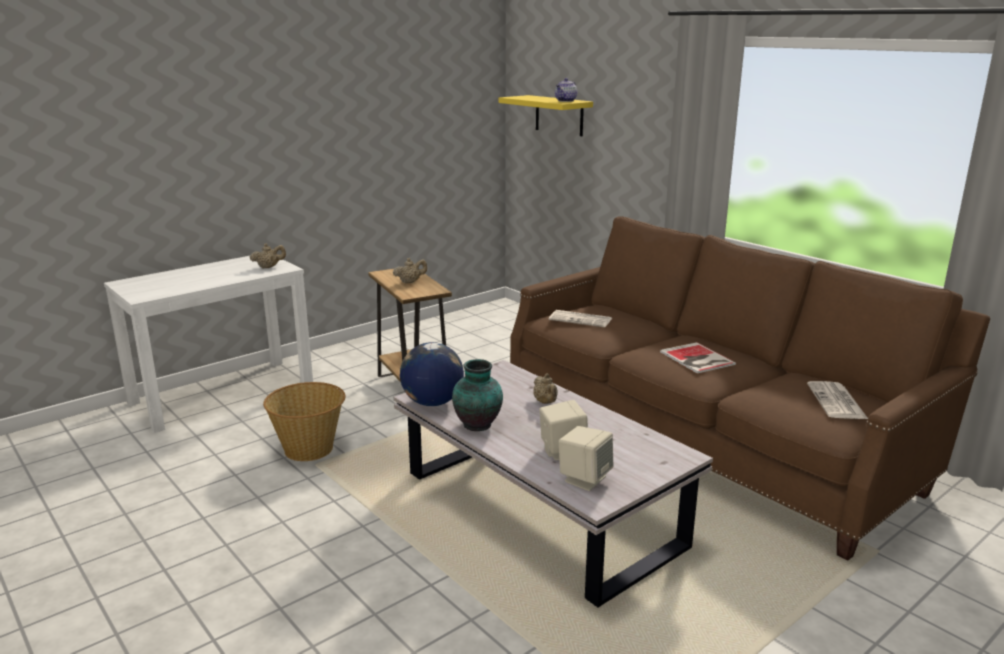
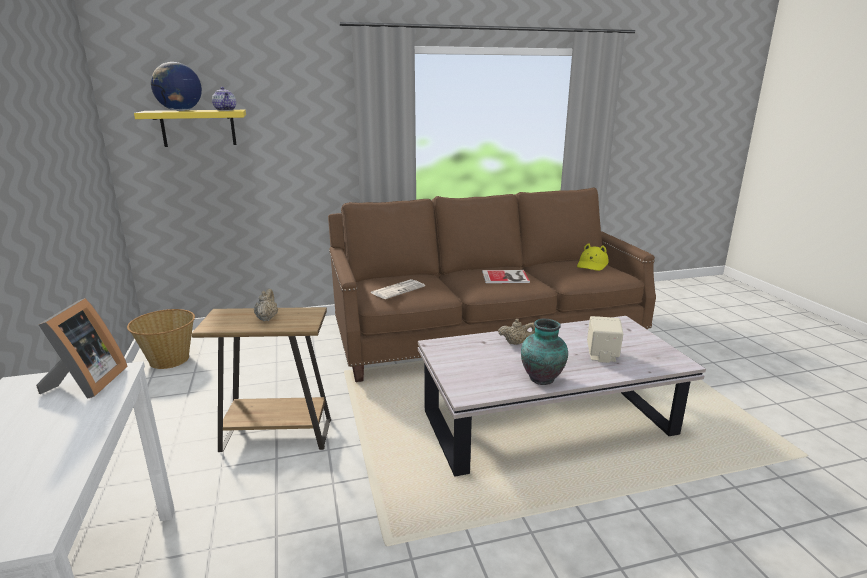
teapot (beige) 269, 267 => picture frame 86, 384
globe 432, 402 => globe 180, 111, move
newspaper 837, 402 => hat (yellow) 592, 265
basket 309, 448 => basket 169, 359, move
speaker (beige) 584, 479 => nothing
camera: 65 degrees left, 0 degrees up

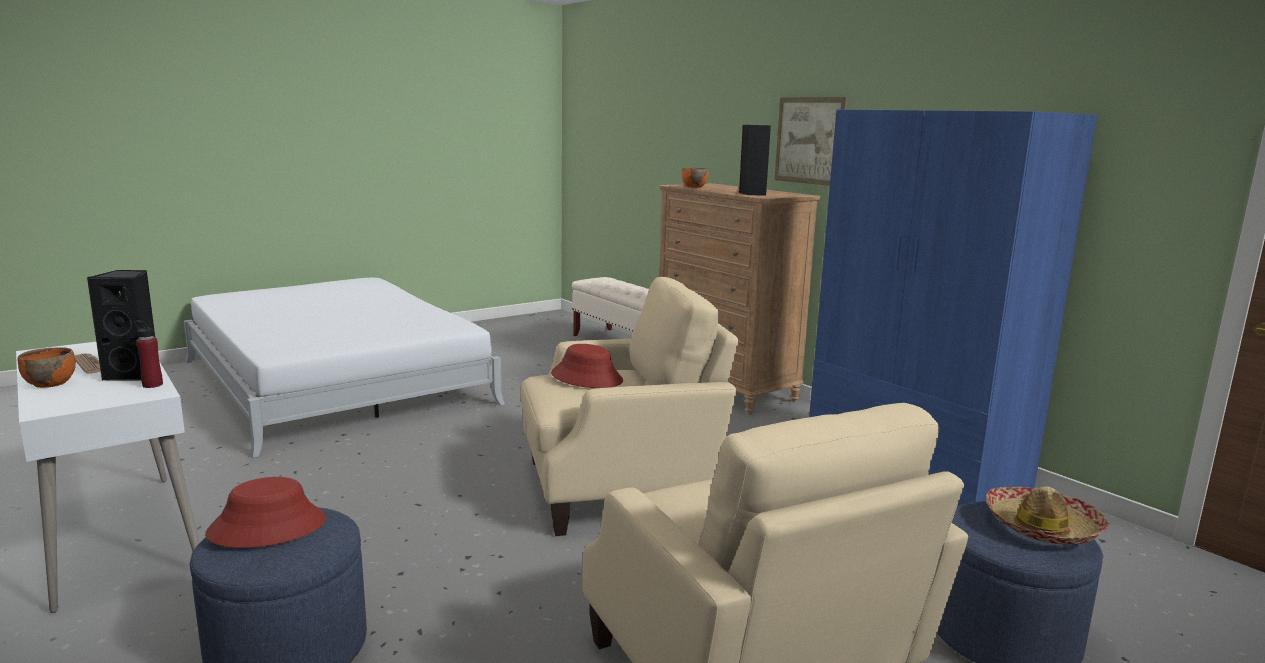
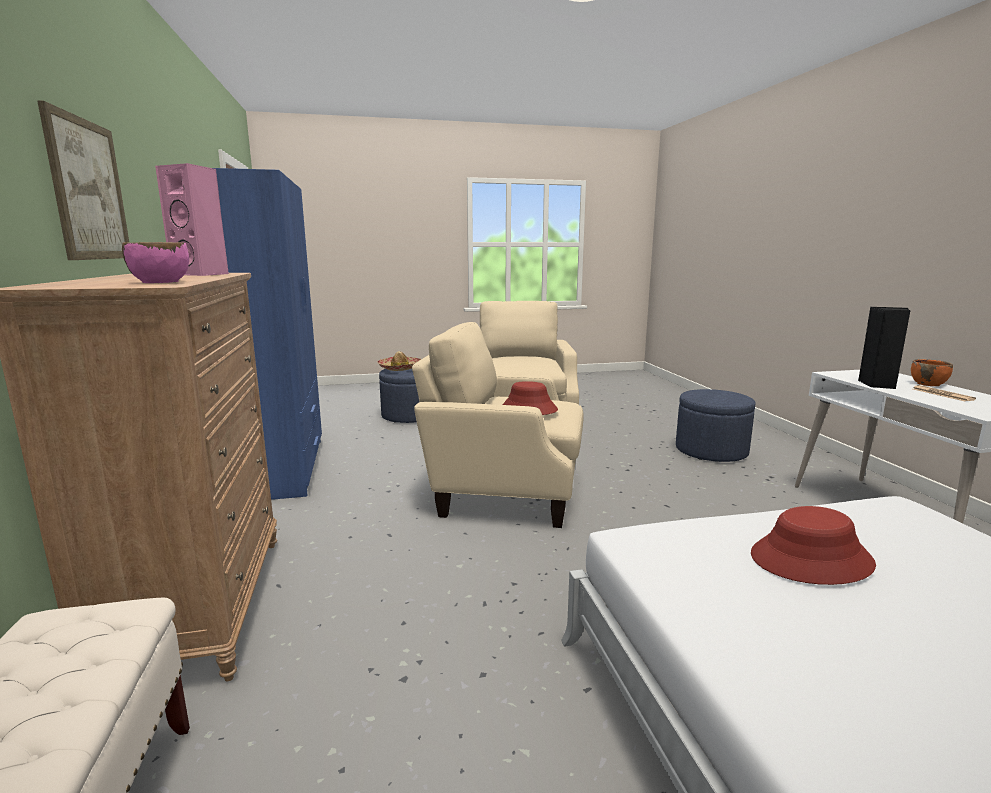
speaker (black) 754, 194 => speaker (pink) 202, 274
bowl (orange) 694, 187 => bowl (pink) 161, 282
bottle (red) 152, 385 => nothing
hat (red) 267, 527 => hat (red) 811, 560, move
camera: 155 degrees left, 0 degrees up

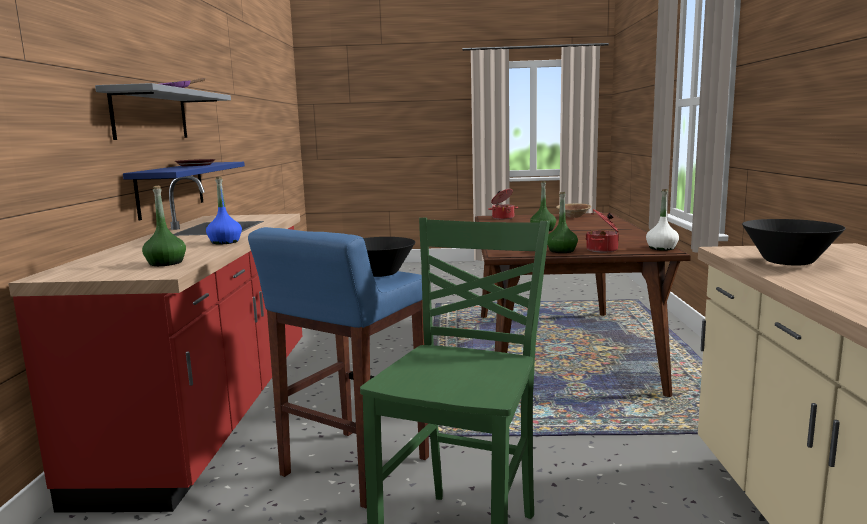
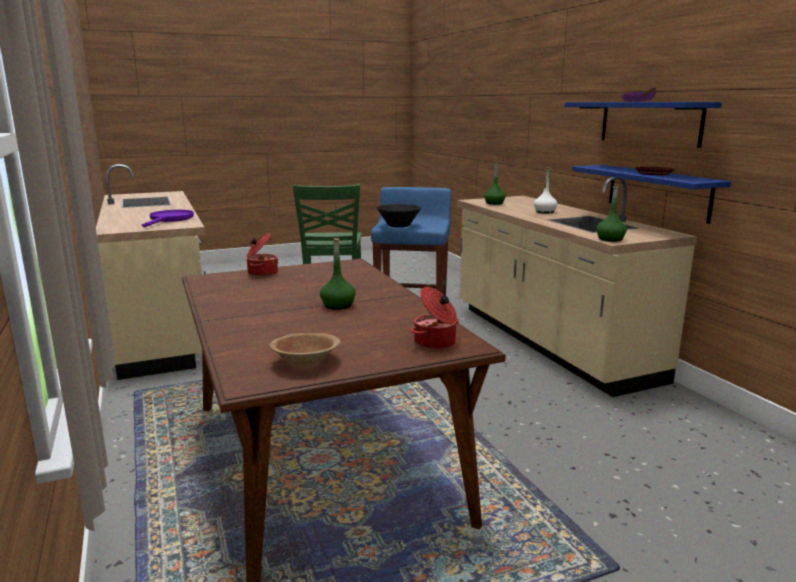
shelf (grey) 151, 115 => shelf (blue) 649, 123
counter (red) 214, 412 => counter (beige) 548, 342
bottle (blue) 225, 242 => nothing
bottle (white) 661, 248 => bottle (white) 545, 212, move
bottle (green) 561, 251 => bottle (green) 610, 239, move
bowl (black) 788, 262 => frying pan (purple) 169, 220
camera: 155 degrees right, 5 degrees up

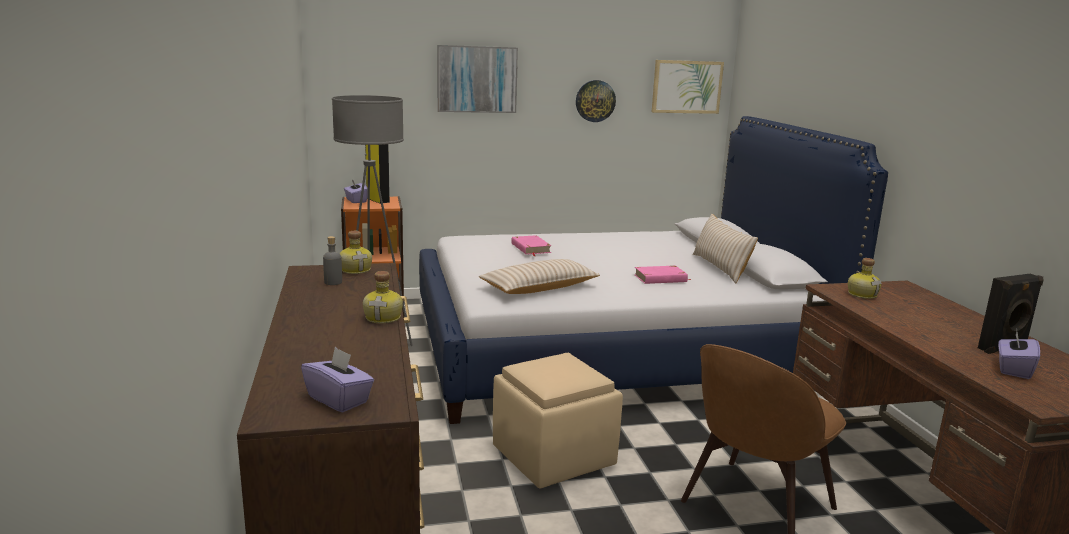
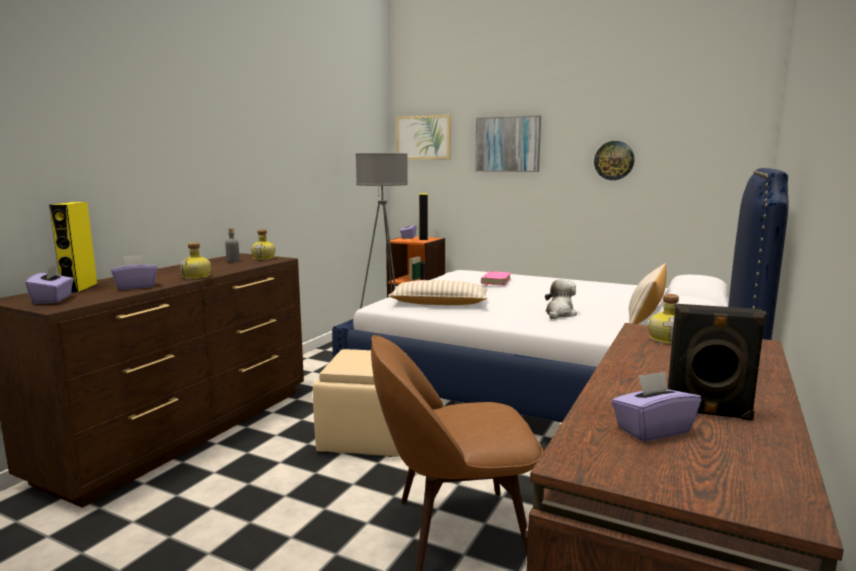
picture 686, 87 => picture 423, 137, move
book (pink) 660, 278 => plush toy 559, 314
nothing => speaker (yellow) 79, 288
nothing => tissue box (purple) 136, 286
camera: 40 degrees right, 5 degrees down

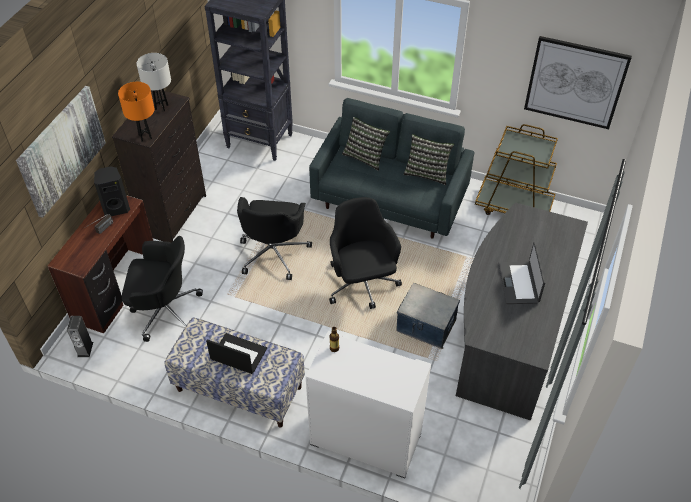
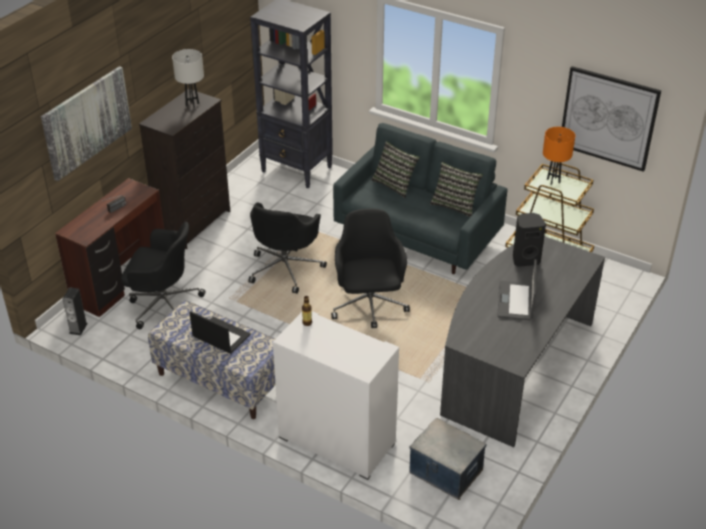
table lamp (orange) 145, 137 => table lamp (orange) 553, 181, move
speaker (black) 116, 208 => speaker (black) 525, 259, move
storage box 426, 326 => storage box 445, 472, move
camera: 10 degrees right, 10 degrees down

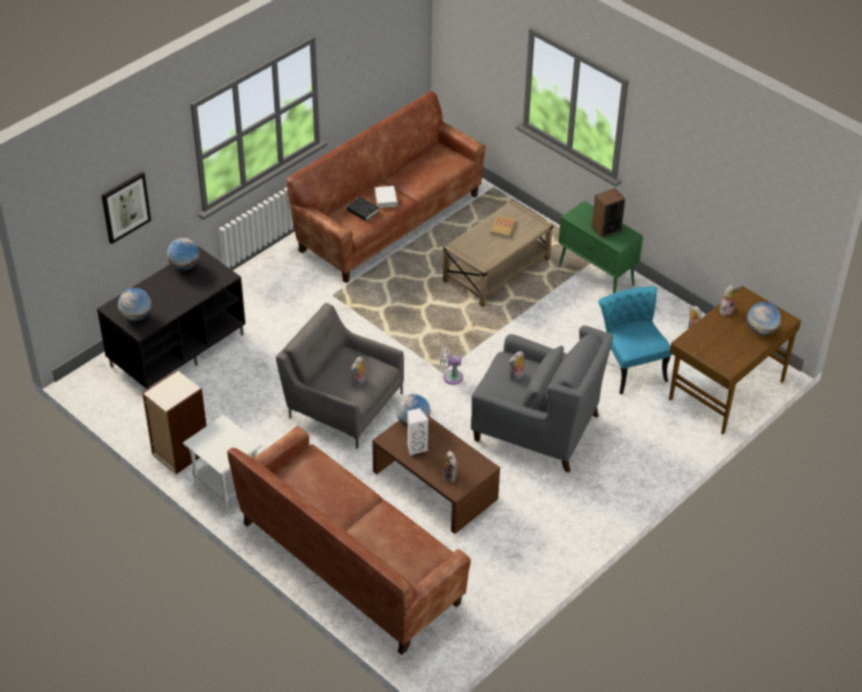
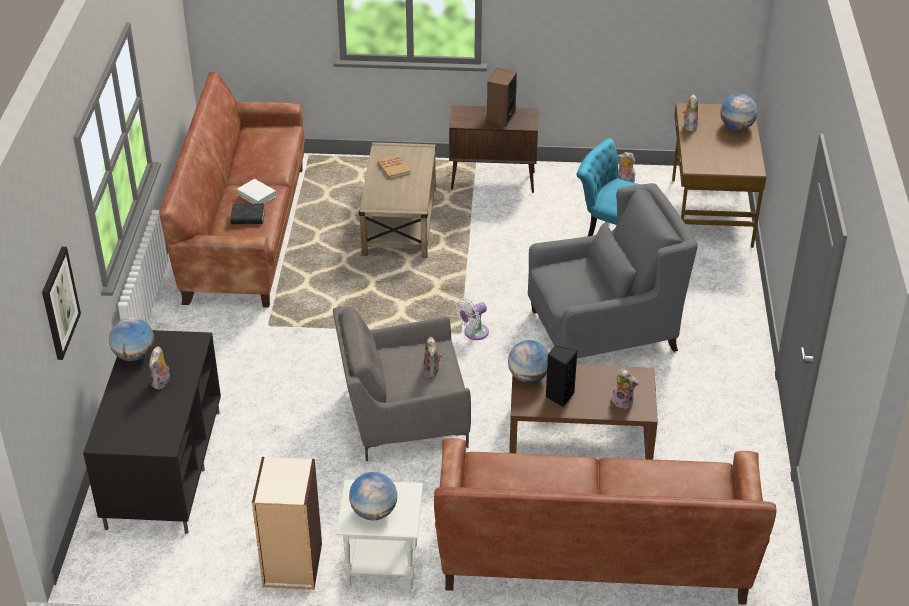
cabinet (green) 596, 276 => cabinet (brown) 493, 181
globe 136, 316 => globe 374, 512, move
plush toy 516, 376 => plush toy 162, 383, move
speaker (white) 416, 447 => speaker (black) 559, 396
camera: 40 degrees left, 5 degrees down

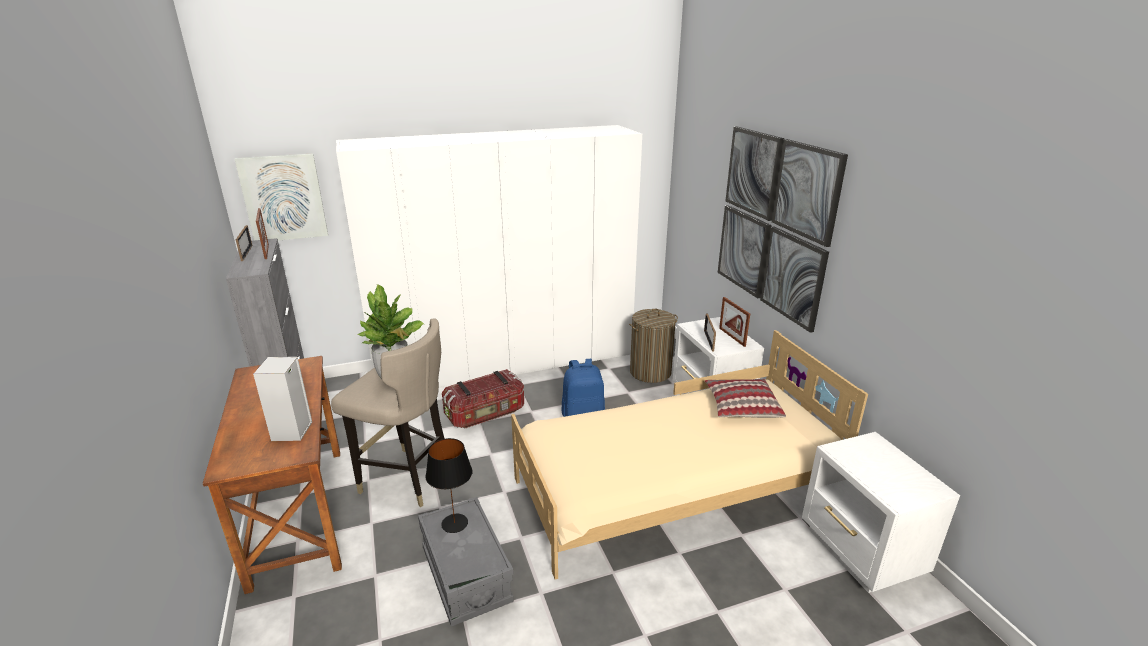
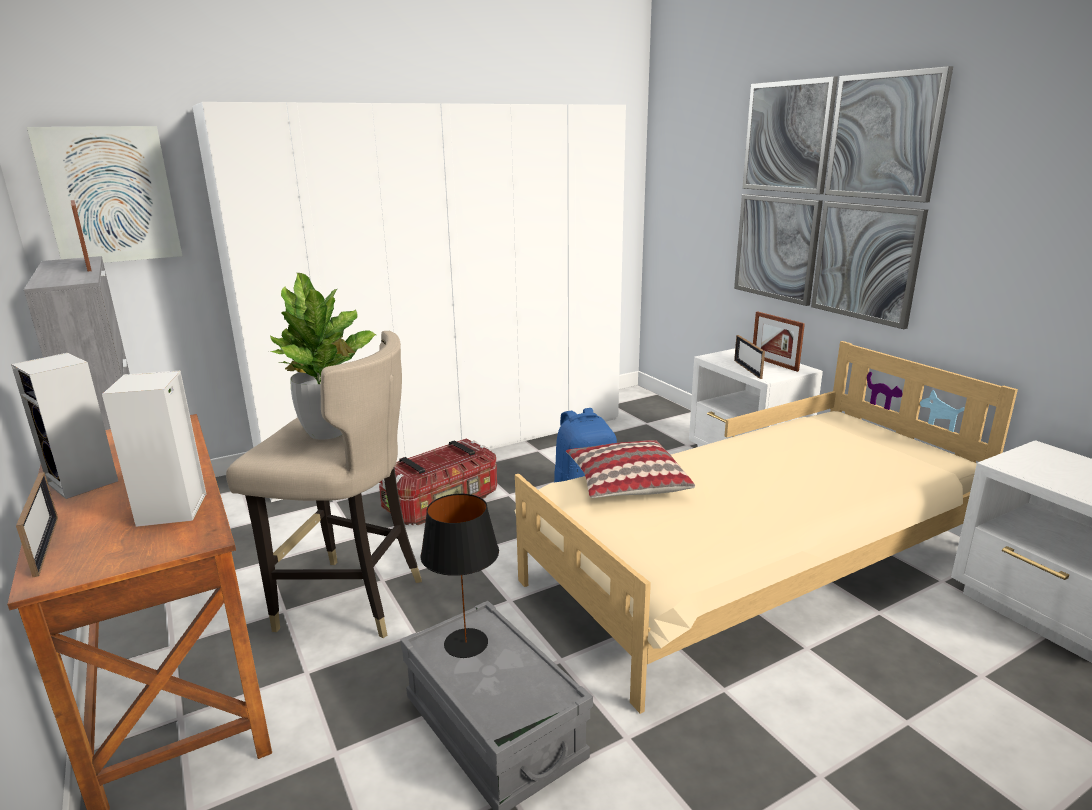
picture frame 246, 253 => picture frame 46, 545, move
laundry basket 650, 372 => nothing
pillow 741, 407 => pillow 626, 483, move
nothing => speaker 85, 482
camera: 10 degrees left, 5 degrees down

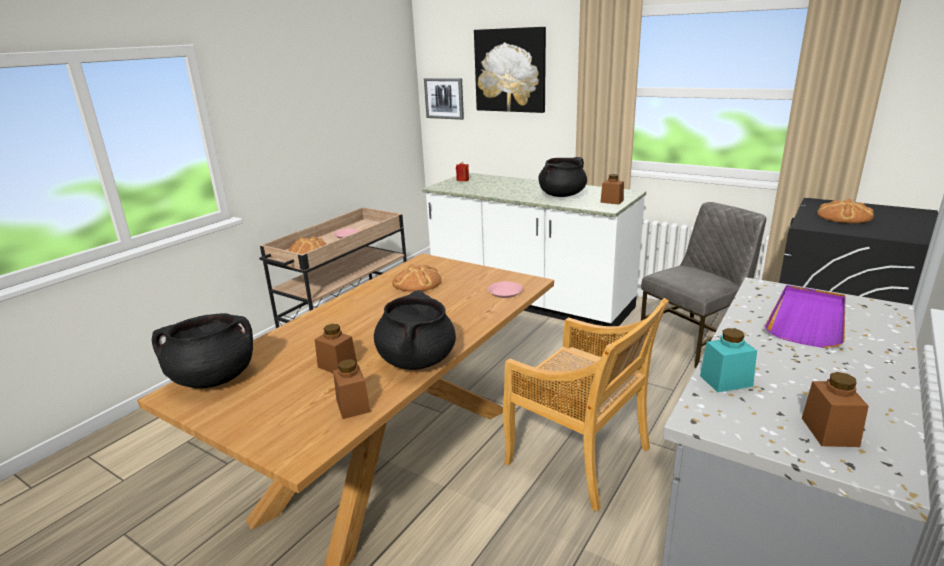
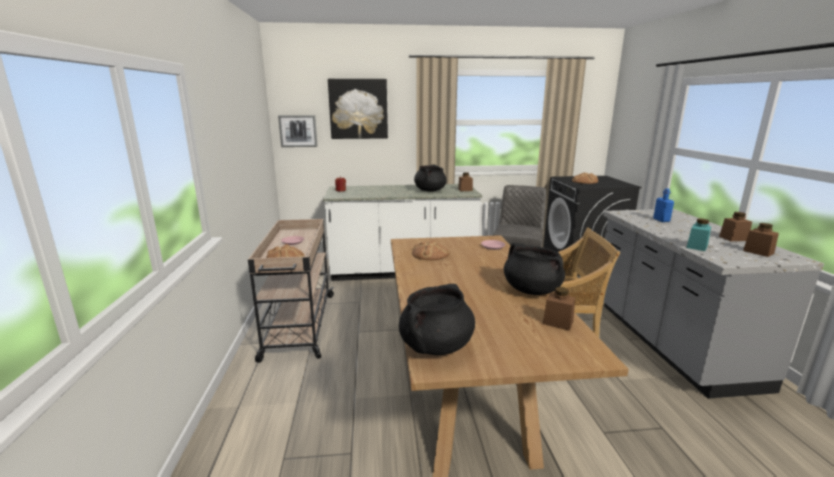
tray (purple) 807, 319 => bottle (blue) 661, 220
jar (brown) 337, 366 => jar (brown) 733, 238, move
camera: 40 degrees left, 5 degrees down

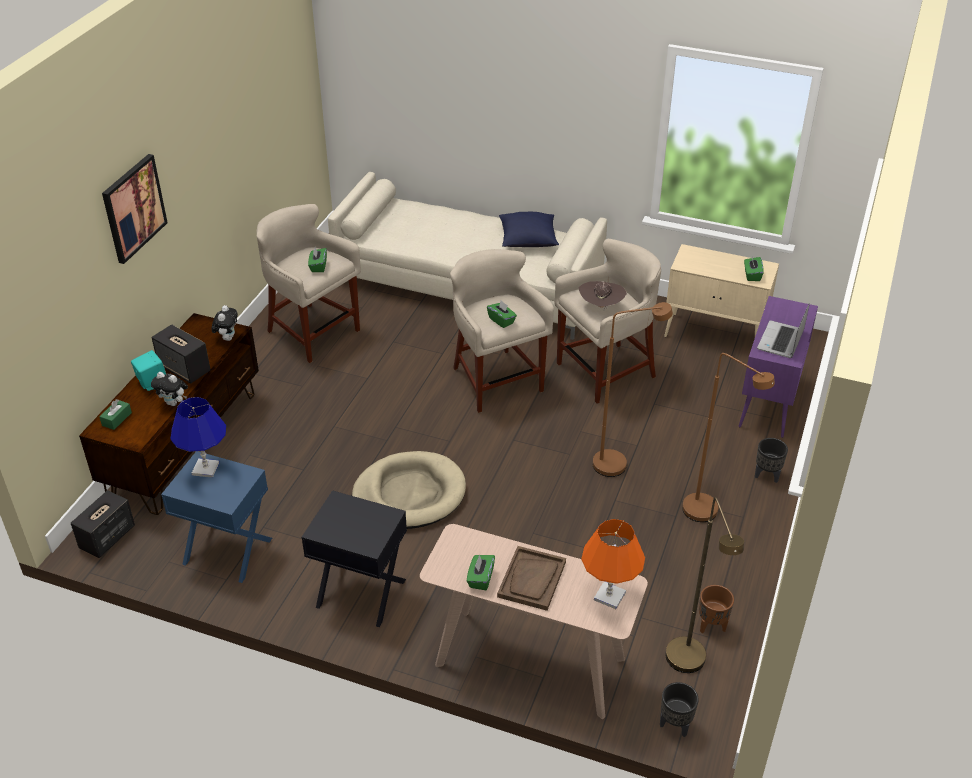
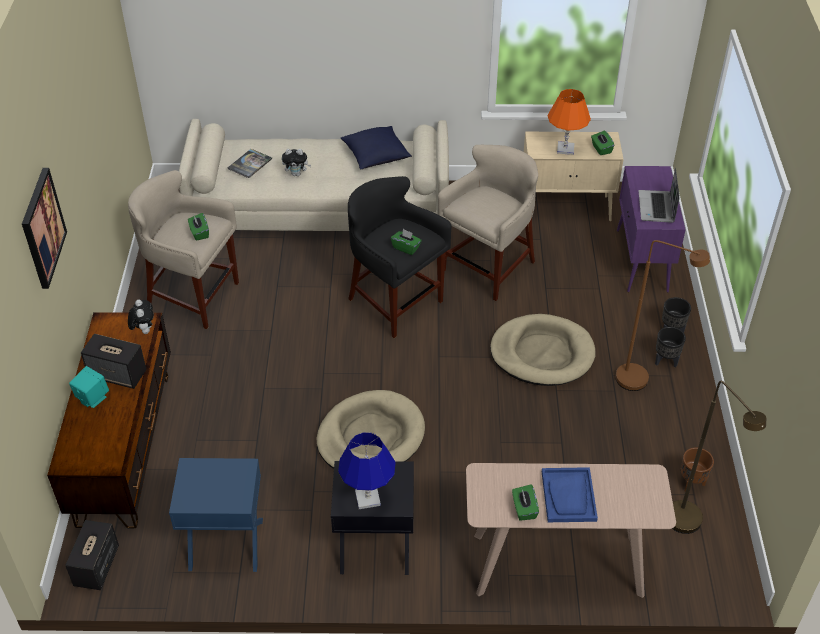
stool (beige) 496, 381 => stool (black) 394, 302
hat (brown) 601, 307 => nothing
floor lamp (brown) 618, 462 => dog bed (beige) 542, 353
plush toy 174, 403 => plush toy 297, 174, move
table lamp (blue) 206, 469 => table lamp (blue) 368, 498, move
tissue box (green) 117, 419 => nothing
table lamp (orange) 609, 596 => table lamp (orange) 565, 149, move
tray (brown) 532, 579 => tray (blue) 568, 496
planter (black) 675, 725 => planter (black) 666, 361, move
nothing => book 250, 164
camera: 20 degrees left, 5 degrees up

